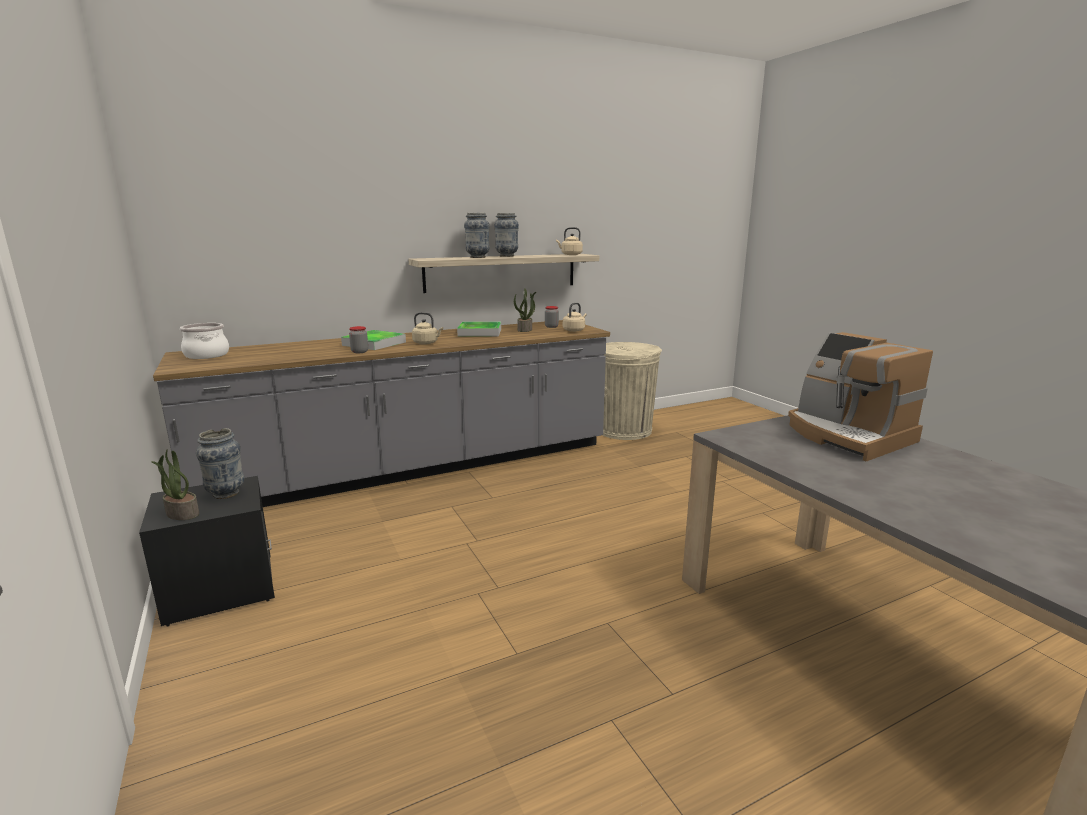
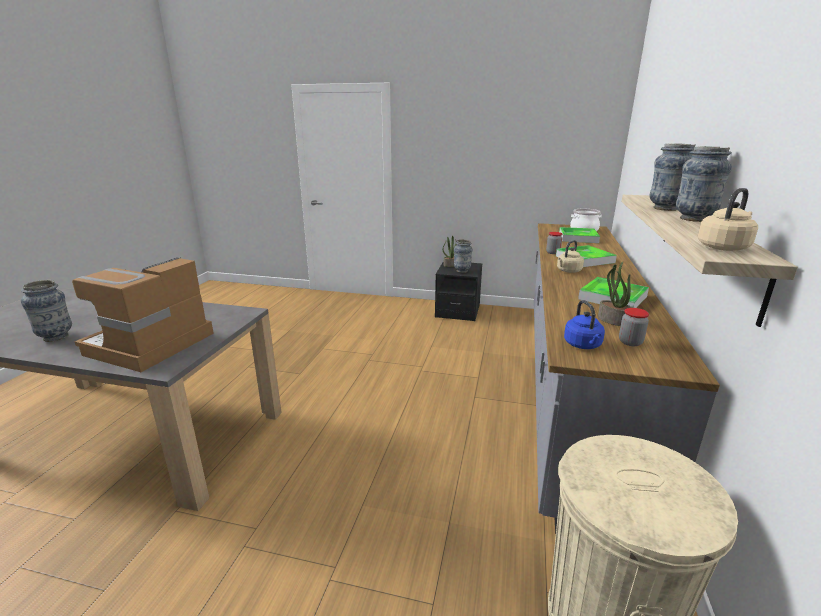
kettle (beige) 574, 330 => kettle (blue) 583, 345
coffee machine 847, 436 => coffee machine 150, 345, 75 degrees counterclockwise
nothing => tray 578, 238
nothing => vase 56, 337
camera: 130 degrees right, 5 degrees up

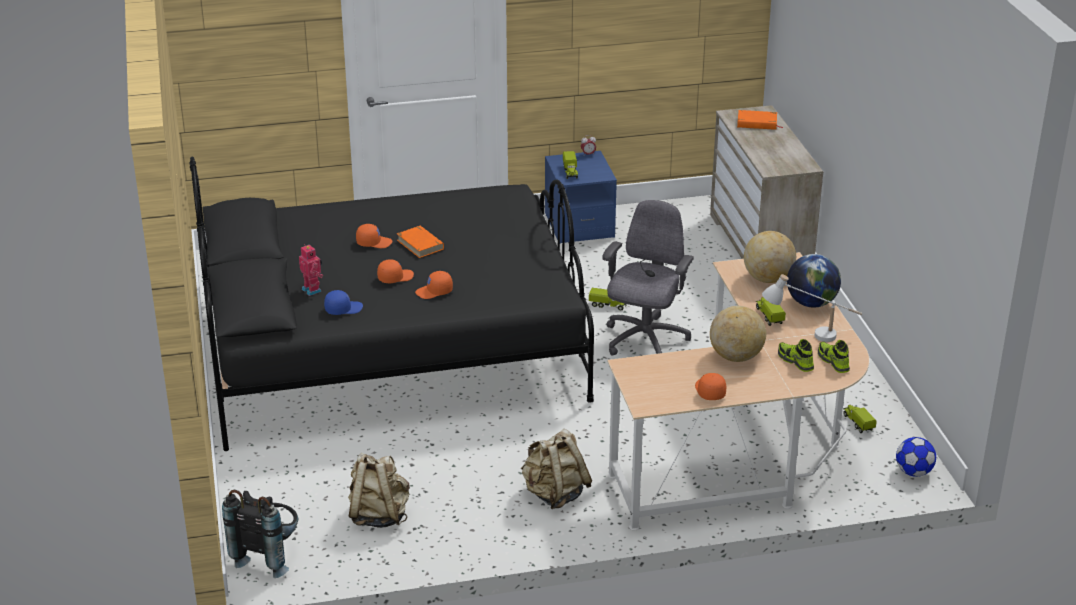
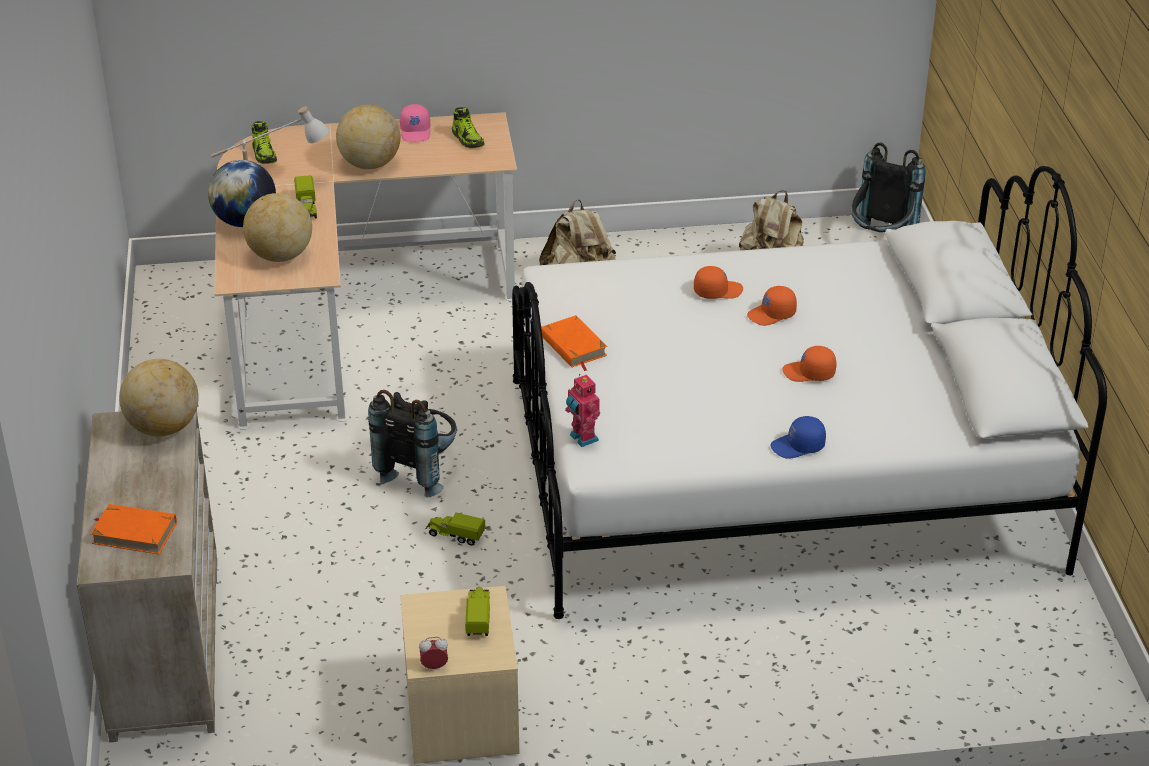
nightstand (blue) 579, 226 => nightstand (beige) 462, 717
bed (black) 392, 351 => bed (white) 777, 474
office chair (grey) 644, 341 => backpack (black) 419, 470
book (orange) 420, 244 => book (orange) 573, 346, move
toy robot 312, 290 => toy robot 582, 438, move
cap (blue) 343, 309 => cap (blue) 798, 446, move
shoe 795, 361 => shoe 468, 139, move
cap (orange) 709, 391 => cap (pink) 416, 132
toy truck 857, 423 => nothing
football 913, 472 => nothing
nothing => globe 163, 427
camera: 175 degrees left, 5 degrees up

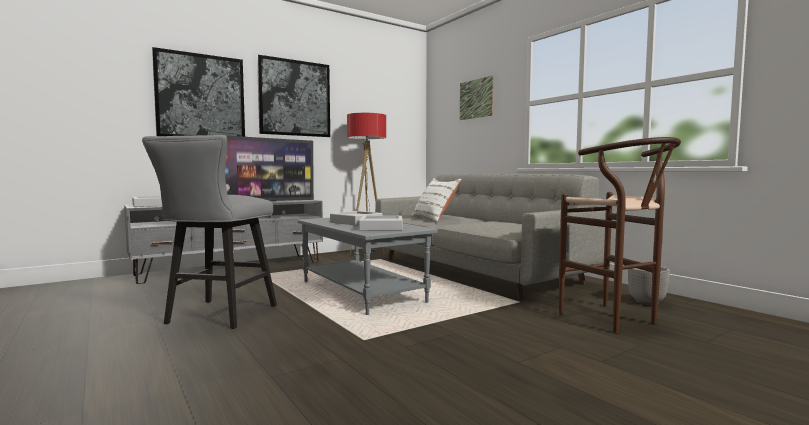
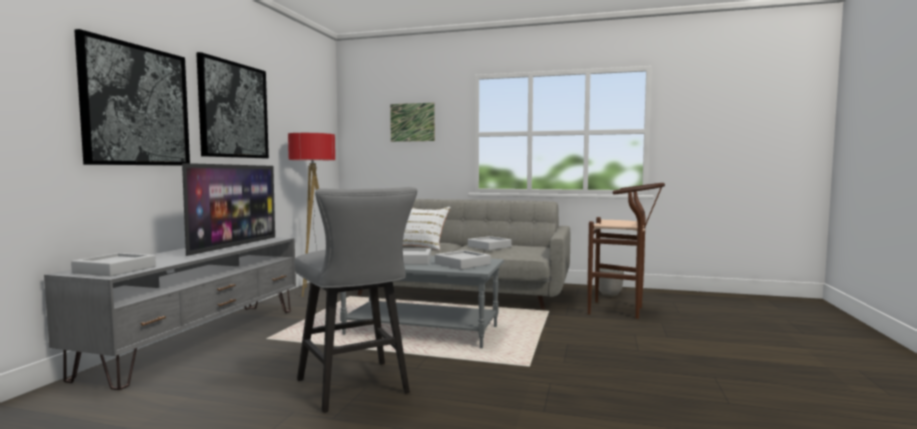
nothing => tray (grey) 489, 246
camera: 40 degrees left, 0 degrees up

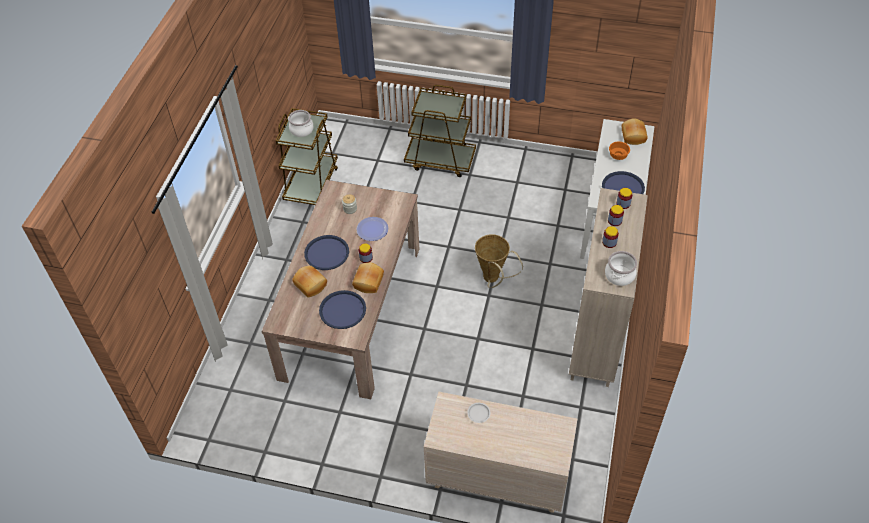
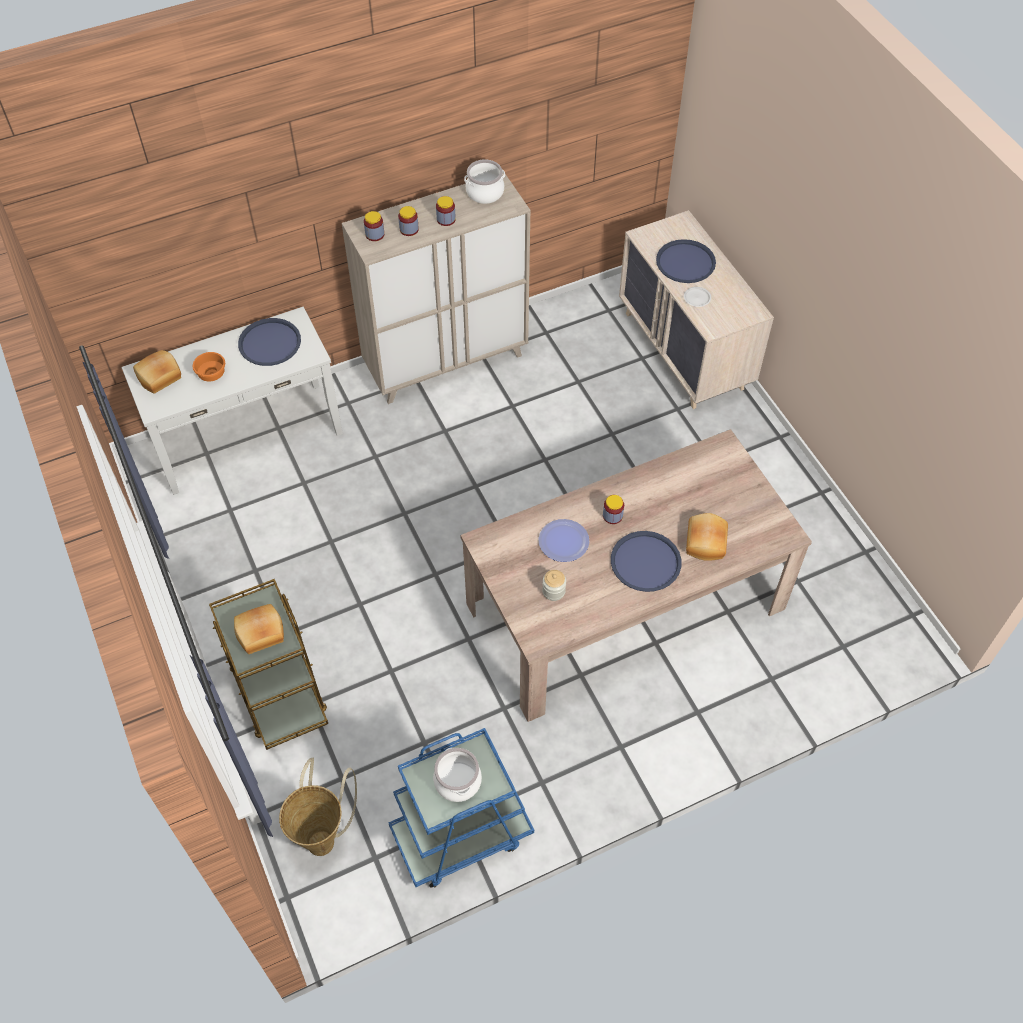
cart (brown) 311, 183 => cart (blue) 461, 834
basket 493, 279 => basket 324, 836, move
bread 367, 282 => bread 261, 634, move
tray (blue) 342, 310 => tray (blue) 685, 262, move
camera: 130 degrees left, 5 degrees up

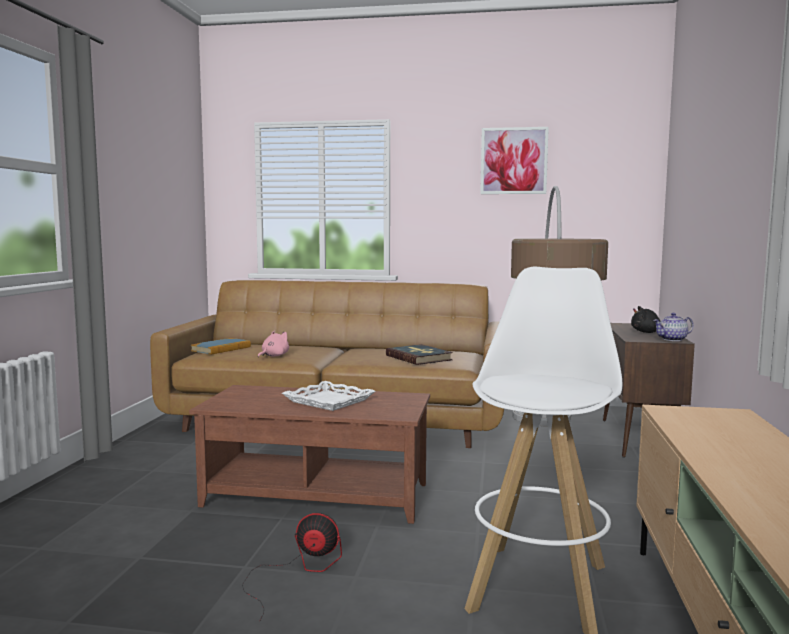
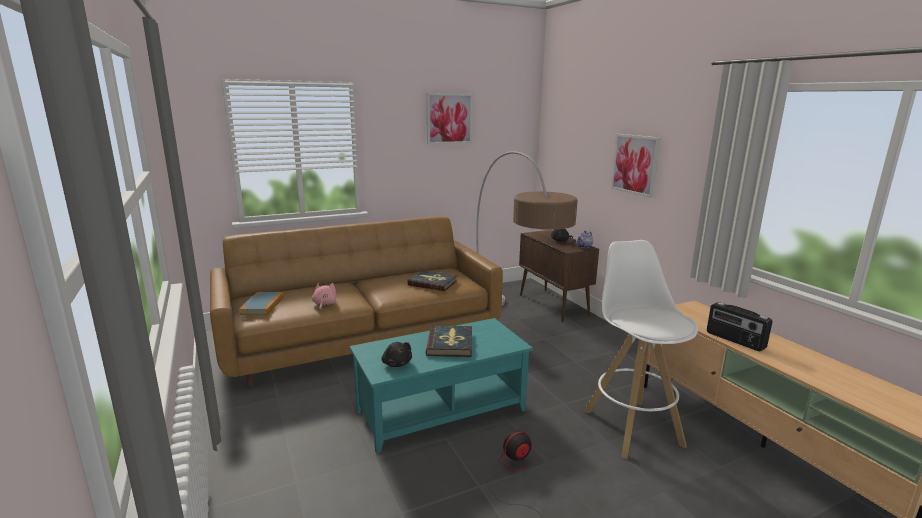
tray (white) 329, 401 => book 450, 343
coffee table (brown) 317, 494 => coffee table (turquoise) 441, 410
nothing => picture 635, 164
nothing => radio 734, 340
nothing => plush toy (black) 396, 363
camera: 35 degrees left, 10 degrees up

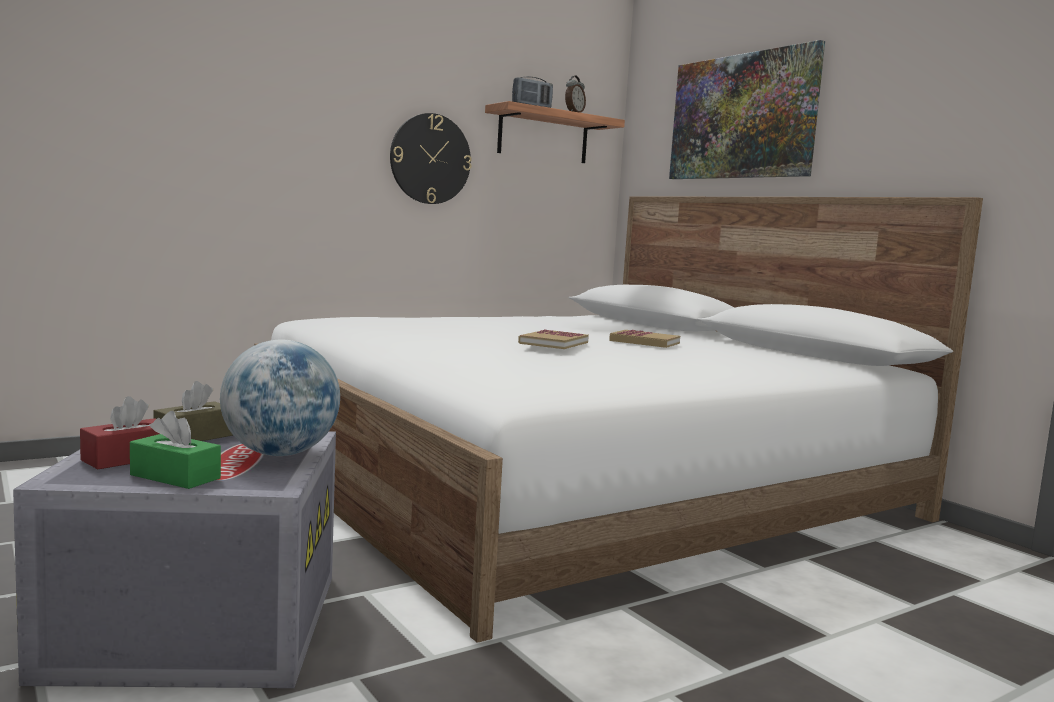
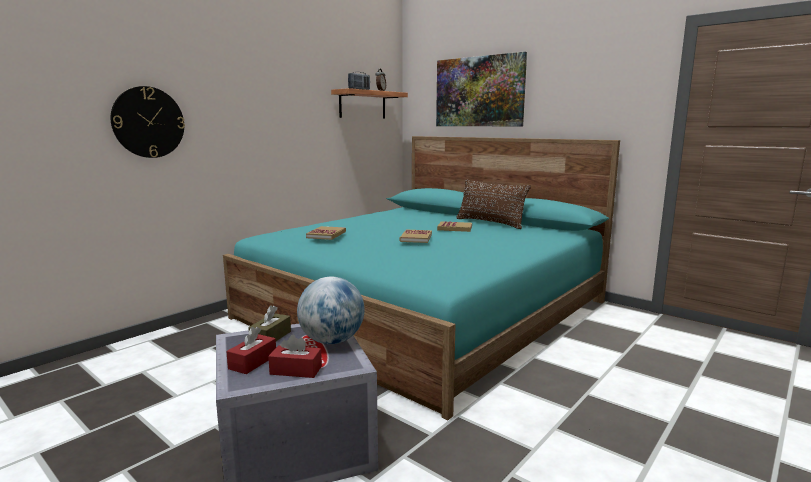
wall clock 430, 159 => wall clock 148, 122, move
bed (white) 578, 483 => bed (turquoise) 425, 309
tissue box (green) 175, 476 => tissue box (red) 296, 370
nothing => pillow (brown) 490, 223
nothing => book 326, 235
camera: 15 degrees left, 5 degrees up

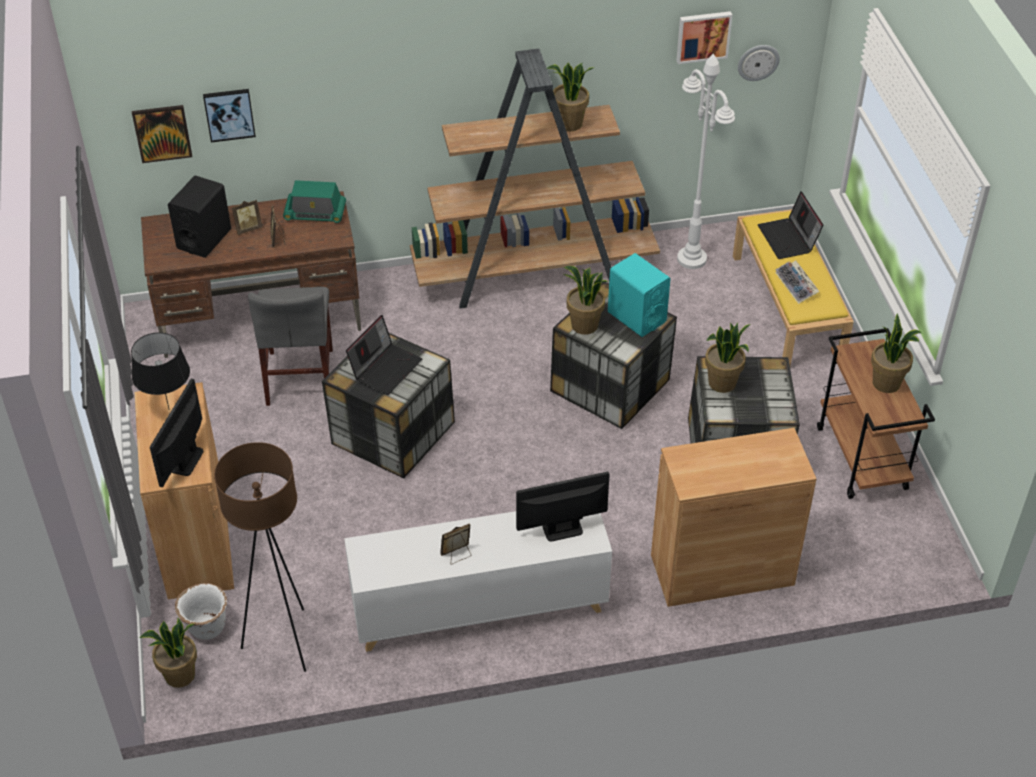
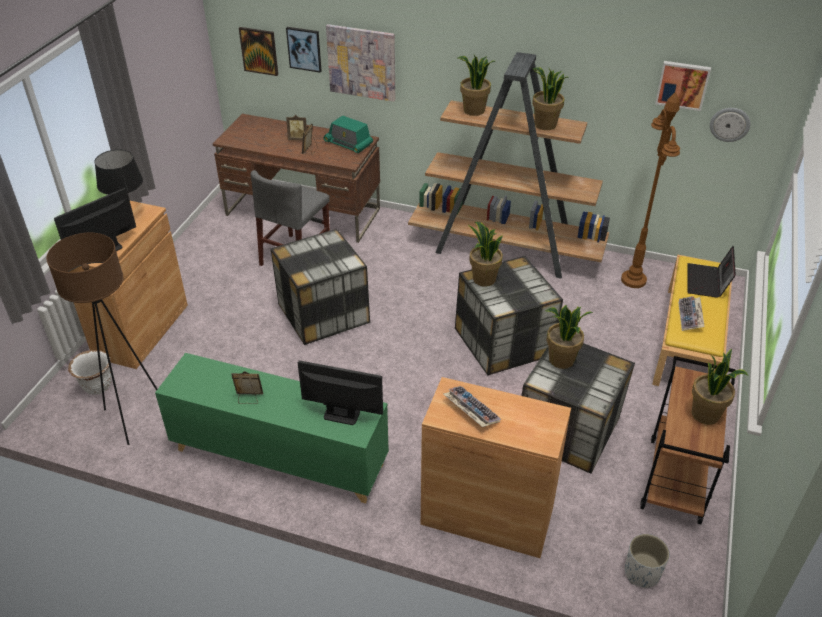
floor lamp (white) 692, 259 => floor lamp (brown) 633, 280
speaker (black) 204, 239 => nothing
speaker (turquoise) 636, 317 => nothing
laptop 385, 368 => nothing
cabinet (white) 478, 608 => cabinet (green) 279, 457
potted plant 180, 675 => potted plant 474, 111, move
nothing => picture 362, 62
nothing => keyboard 470, 410
nothing => planter (white) 642, 573
camera: 30 degrees right, 5 degrees down

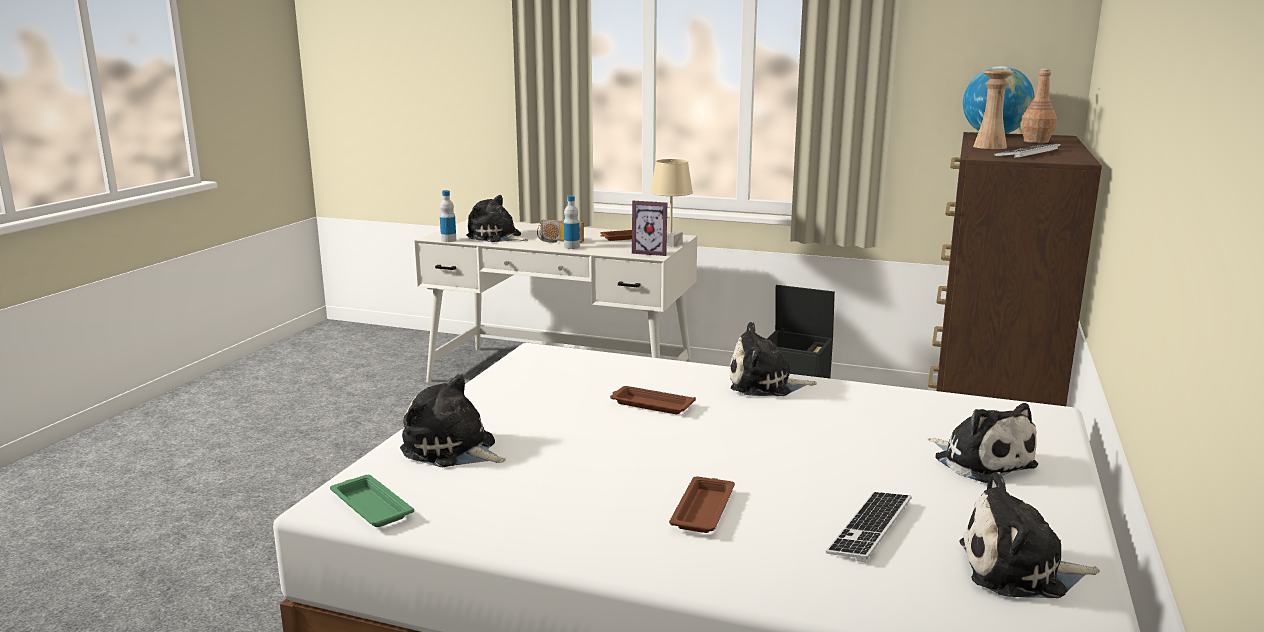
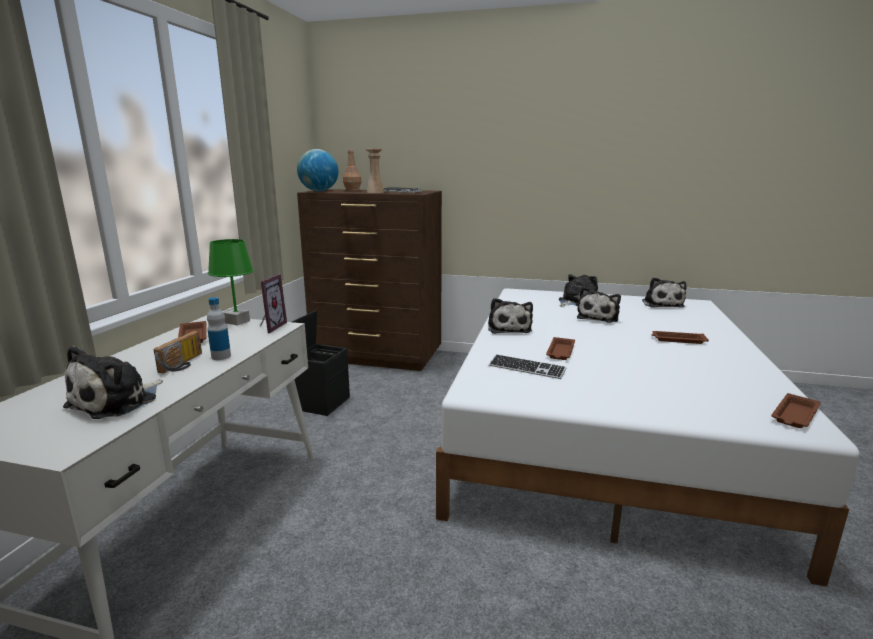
table lamp (beige) 670, 243 => table lamp (green) 236, 322
bottle 448, 240 => nothing
plush toy 452, 450 => plush toy 598, 317, move
tray (green) 370, 506 => tray (brown) 794, 415
keyboard 870, 527 => keyboard 526, 368, move
camera: 95 degrees left, 0 degrees up

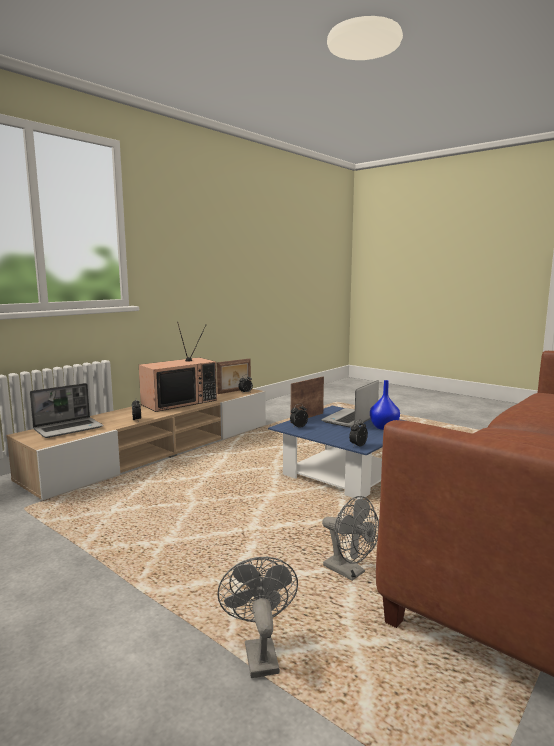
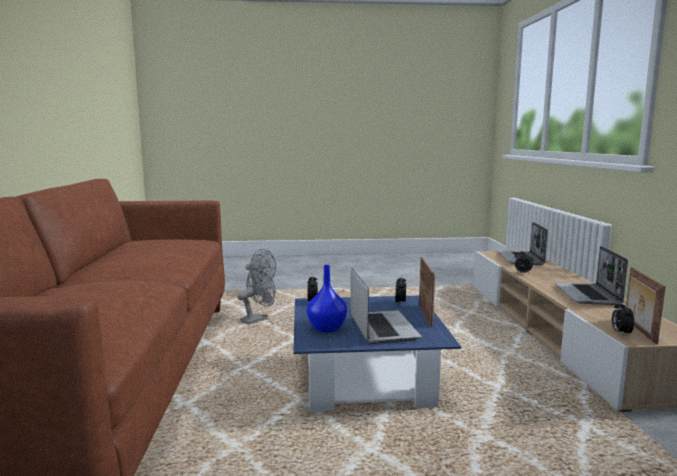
television 179, 402 => laptop 588, 295
fan (grey) 349, 572 => fan (grey) 257, 319, 135 degrees clockwise
camera: 135 degrees right, 0 degrees up

